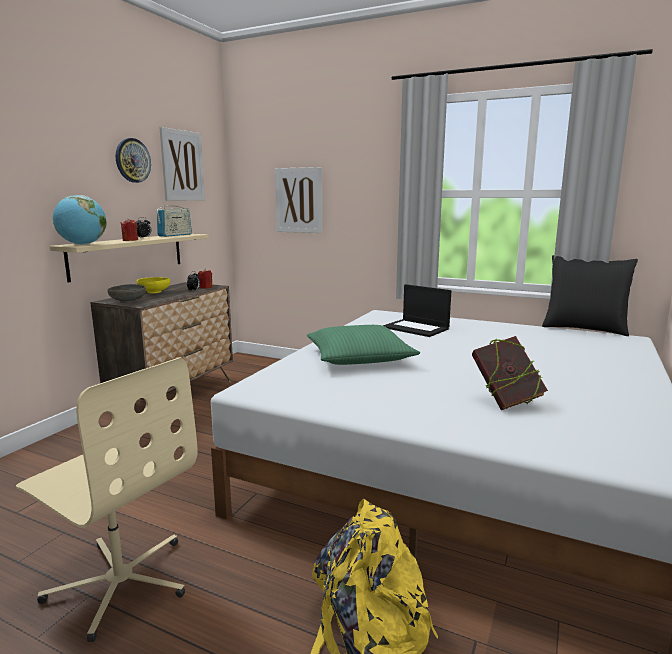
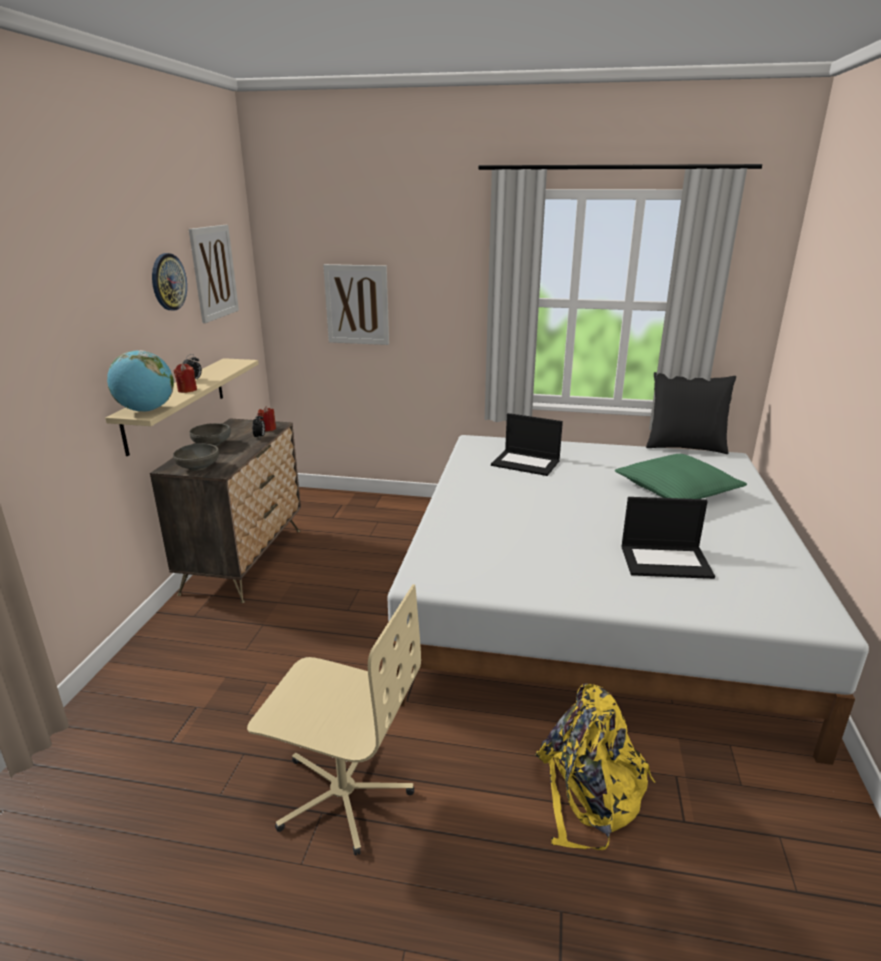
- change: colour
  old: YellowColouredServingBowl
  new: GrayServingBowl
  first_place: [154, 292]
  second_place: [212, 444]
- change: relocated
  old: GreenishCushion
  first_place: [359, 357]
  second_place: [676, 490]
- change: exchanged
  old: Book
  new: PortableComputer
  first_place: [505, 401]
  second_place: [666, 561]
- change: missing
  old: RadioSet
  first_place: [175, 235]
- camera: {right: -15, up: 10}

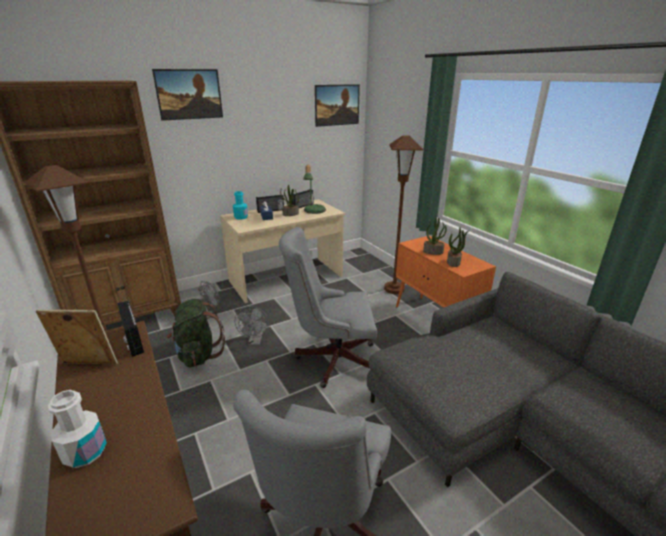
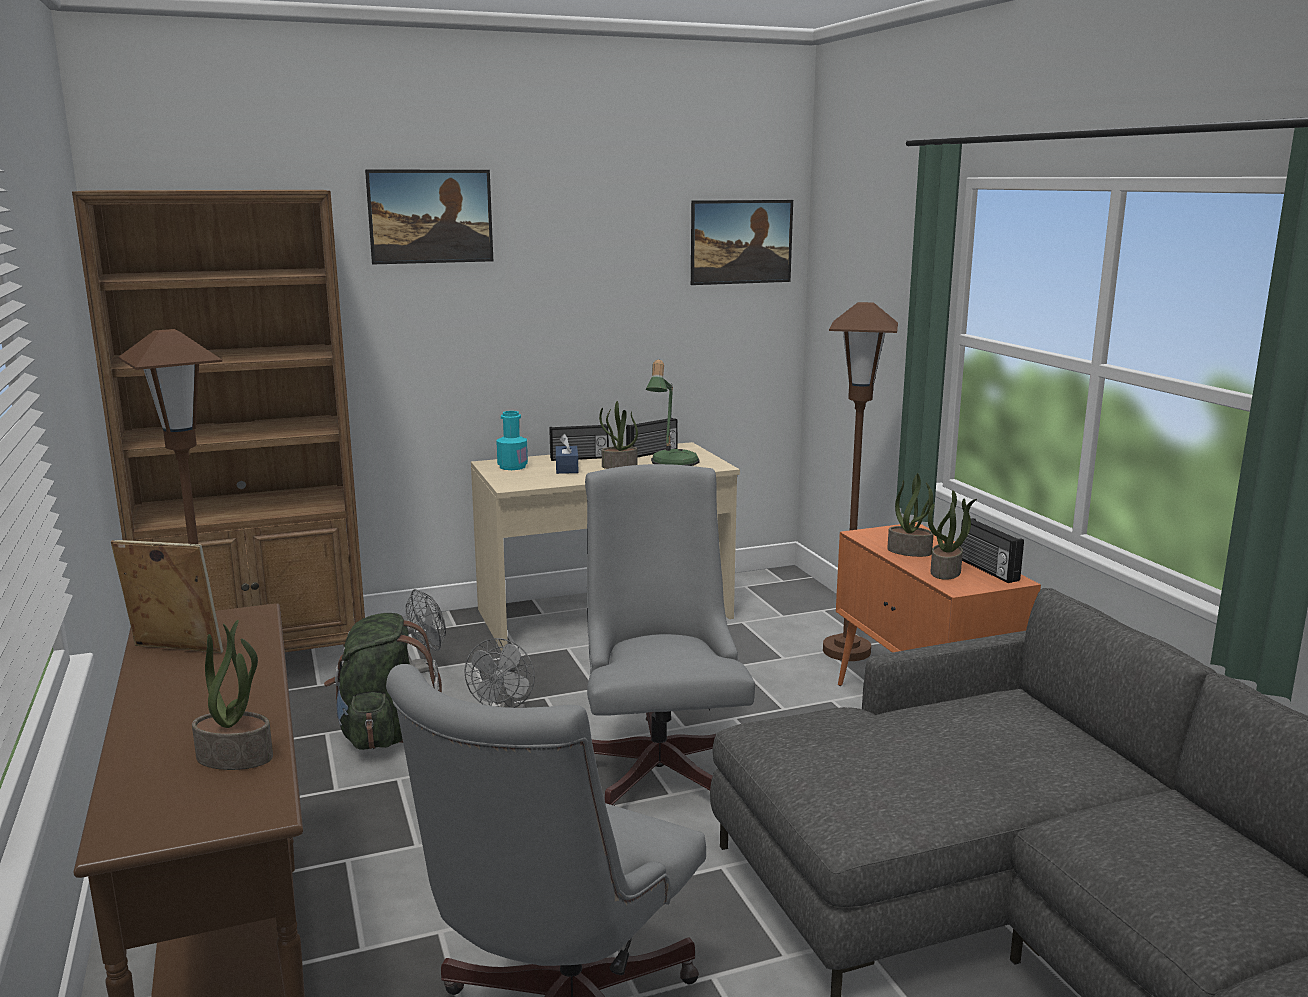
- change: appeared
  new: PlantInAPot
  second_place: [236, 756]
- change: spun
  old: GrayComputerChair
  first_place: [332, 359]
  second_place: [660, 766]
  degrees: 75
- change: relocated
  old: RadioSet
  first_place: [132, 340]
  second_place: [987, 570]
- change: missing
  old: WhitishDrinkBottle
  first_place: [85, 452]
- camera: {right: 10, up: -10}

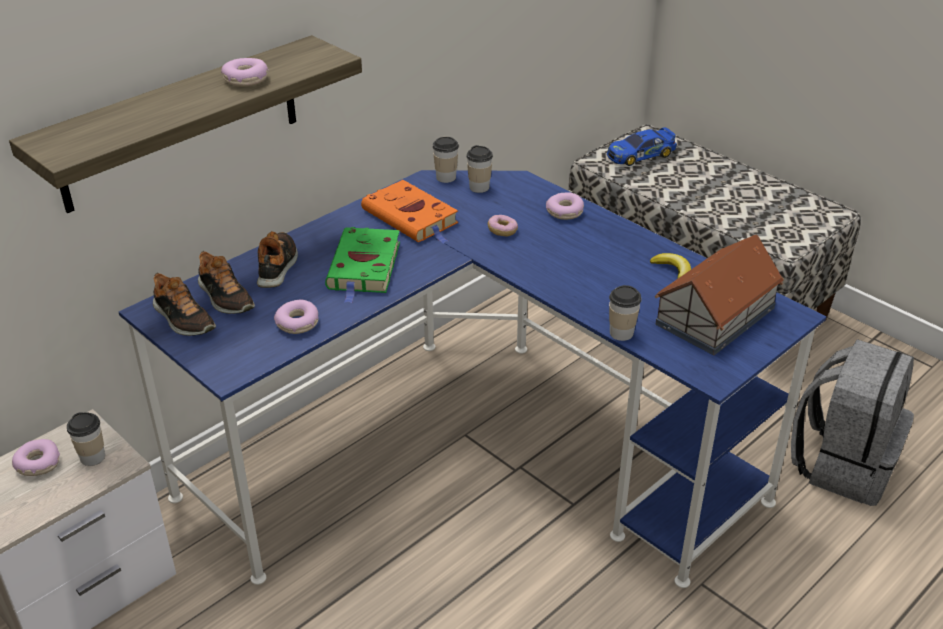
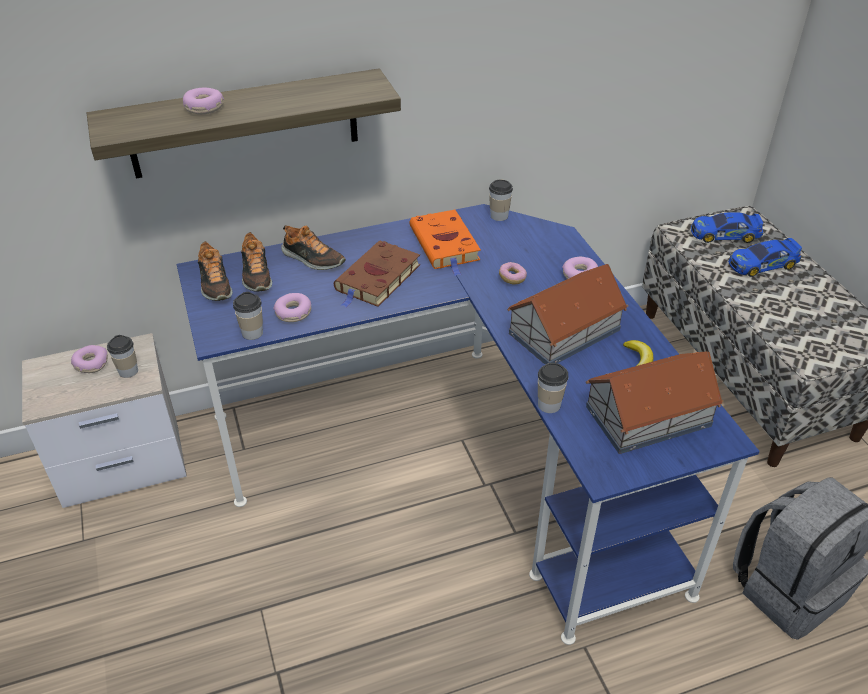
- change: relocated
  old: Donut
  first_place: [246, 80]
  second_place: [204, 108]
- change: relocated
  old: DrinkingCup
  first_place: [479, 187]
  second_place: [252, 333]
- change: spun
  old: Shoe
  first_place: [277, 266]
  second_place: [312, 259]
  degrees: 90
- change: colour
  old: GreenishBook
  new: BrownColouredBook
  first_place: [364, 267]
  second_place: [377, 279]
- change: appeared
  new: MiniatureHouse
  second_place: [563, 331]
- change: appeared
  new: ModelCar
  second_place: [762, 264]
- camera: {right: 25, up: 5}

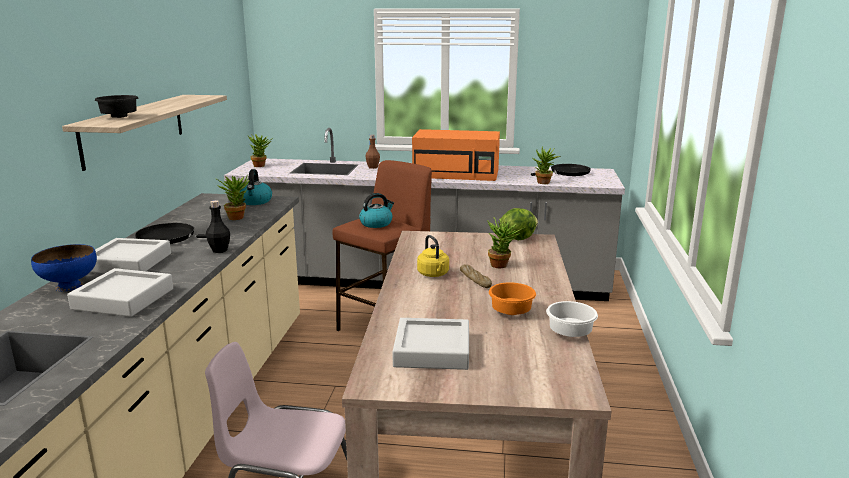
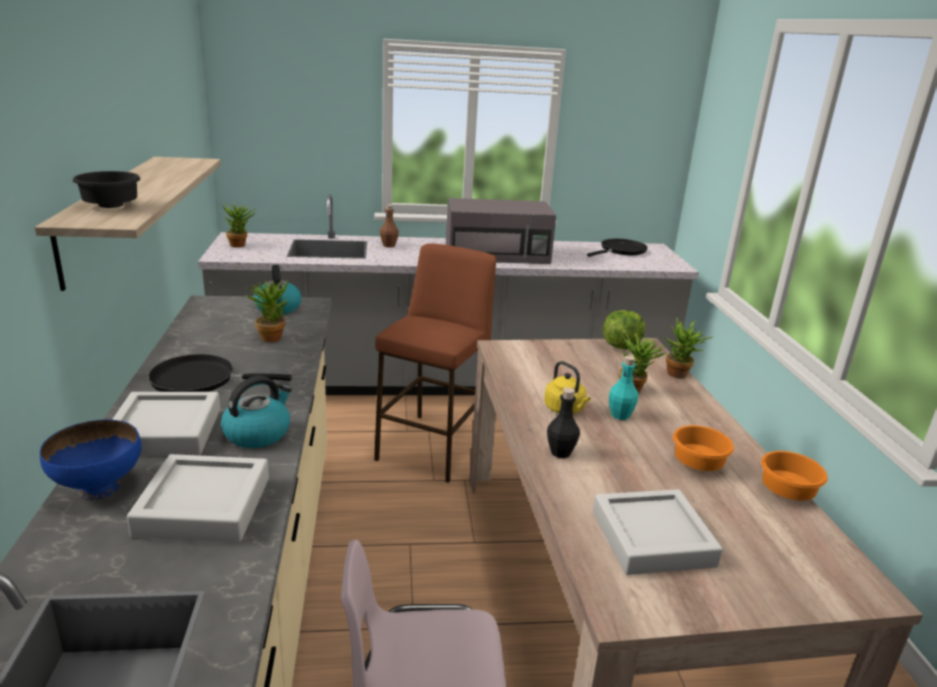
- change: relocated
  old: Kettle
  first_place: [376, 223]
  second_place: [258, 433]
- change: colour
  old: OrangeColouredMicrowaveOven
  new: GrayMicrowaveOven
  first_place: [457, 173]
  second_place: [498, 253]
- change: relocated
  old: BlackishDrinkBottle
  first_place: [219, 250]
  second_place: [560, 452]
- change: exchanged
  old: BakeryBread
  new: BlueGreenDrinkBottle
  first_place: [475, 280]
  second_place: [620, 415]
- change: relocated
  old: PlantInAPot
  first_place: [544, 183]
  second_place: [679, 376]
- change: colour
  old: WhitishServingBowl
  new: OrangeColouredServingBowl
  first_place: [571, 334]
  second_place: [788, 493]
- camera: {right: -15, up: 5}

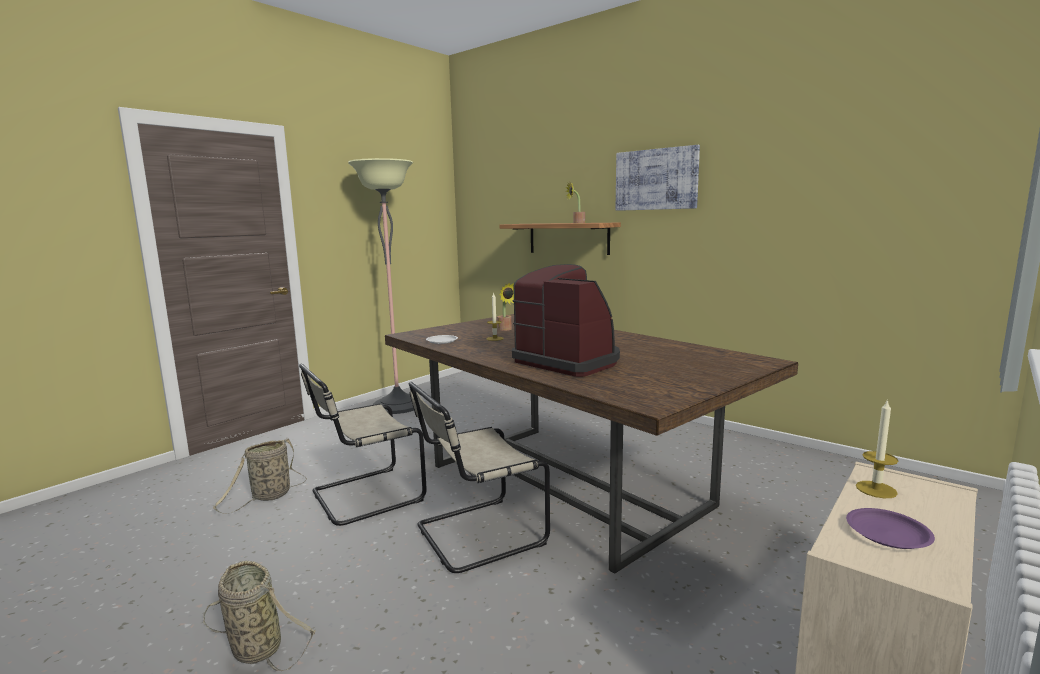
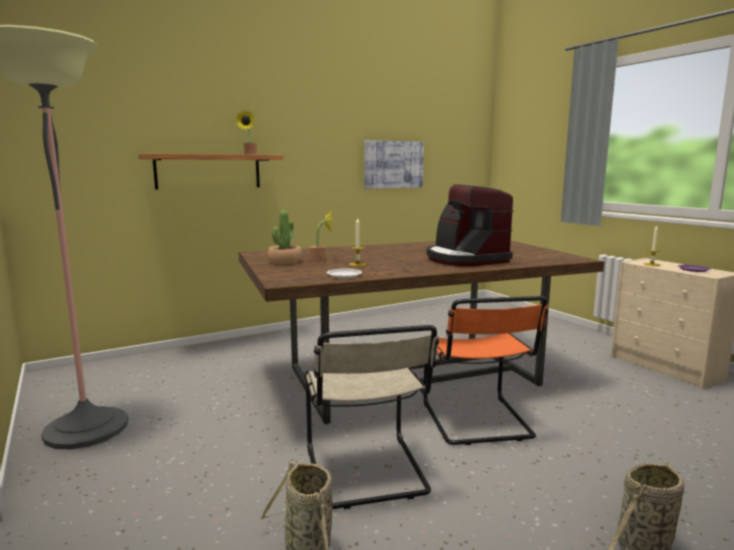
- change: appeared
  new: PlantInAPot
  second_place: [285, 262]
- change: relocated
  old: WallArt
  first_place: [656, 179]
  second_place: [393, 164]
- change: colour
  old: BeigeColouredChair
  new: OrangeColouredChair
  first_place: [475, 535]
  second_place: [478, 422]
- change: spun
  old: CoffeeMachine
  first_place: [568, 361]
  second_place: [465, 259]
  degrees: -90
- camera: {right: -70, up: 0}

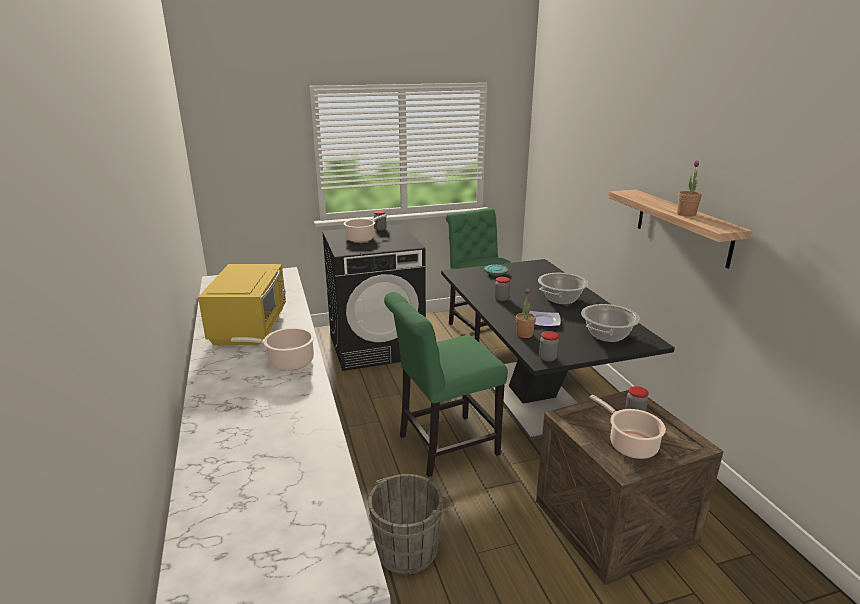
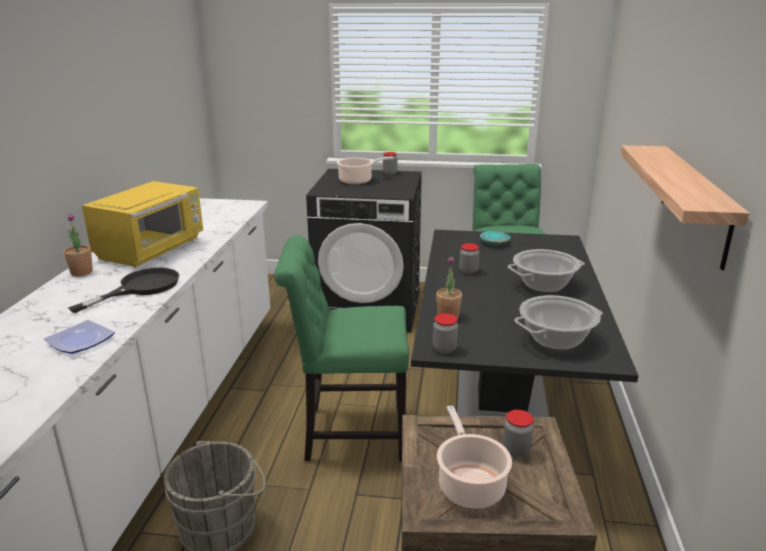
- change: relocated
  old: Plate
  first_place: [543, 321]
  second_place: [79, 341]
- change: relocated
  old: PlantInAPot
  first_place: [686, 214]
  second_place: [81, 272]
- change: exchanged
  old: Saucepot
  new: BlackishFryingPan
  first_place: [287, 362]
  second_place: [140, 288]
- camera: {right: 25, up: 0}

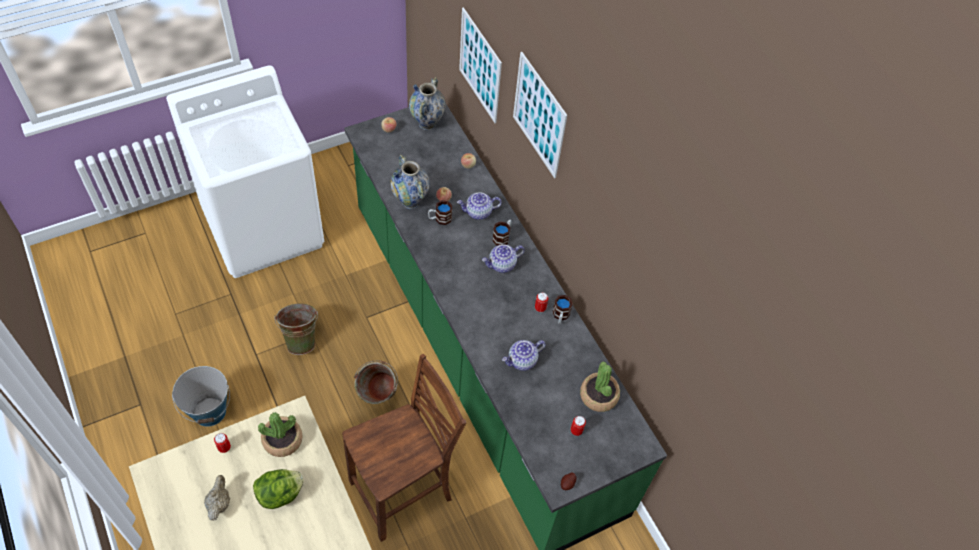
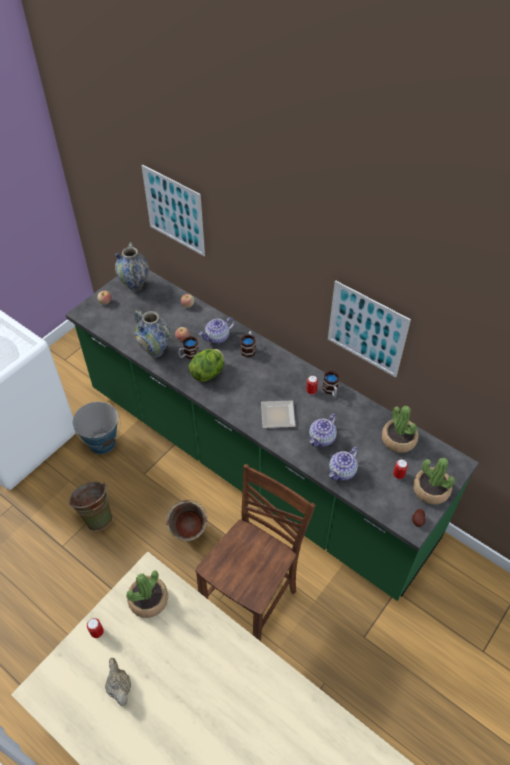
- change: relocated
  old: Pail
  first_place: [210, 411]
  second_place: [102, 442]
- change: relocated
  old: Lettuce
  first_place: [280, 494]
  second_place: [208, 373]
- change: appeared
  new: Plate
  second_place: [276, 416]
- change: relocated
  old: WallArt
  first_place: [539, 115]
  second_place: [366, 329]
- change: relocated
  old: TeaPot
  first_place: [502, 265]
  second_place: [342, 472]
- change: appeared
  new: PlantInAPot
  second_place: [430, 490]
- camera: {right: -20, up: -5}

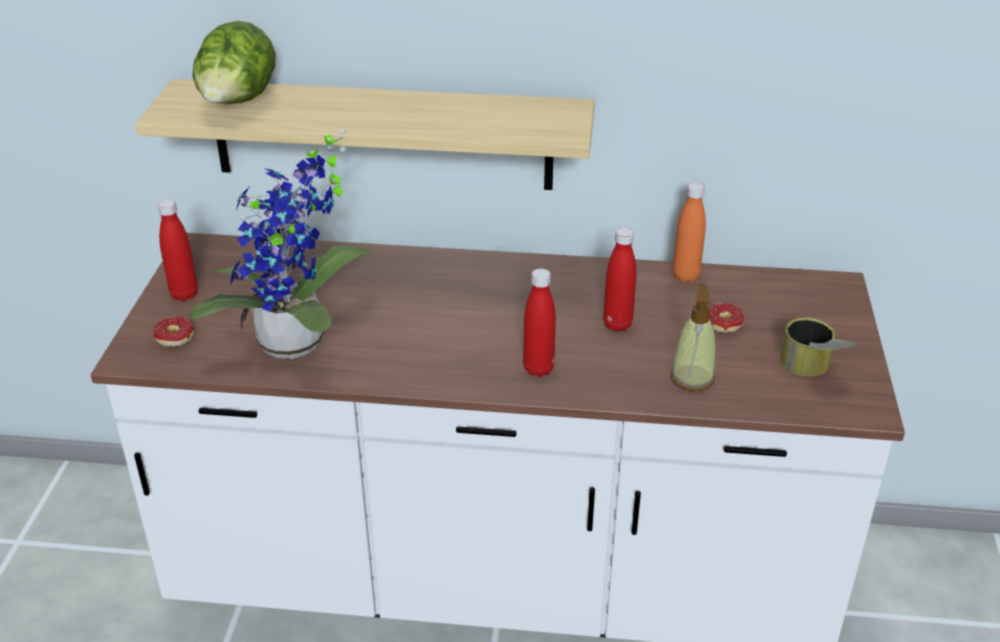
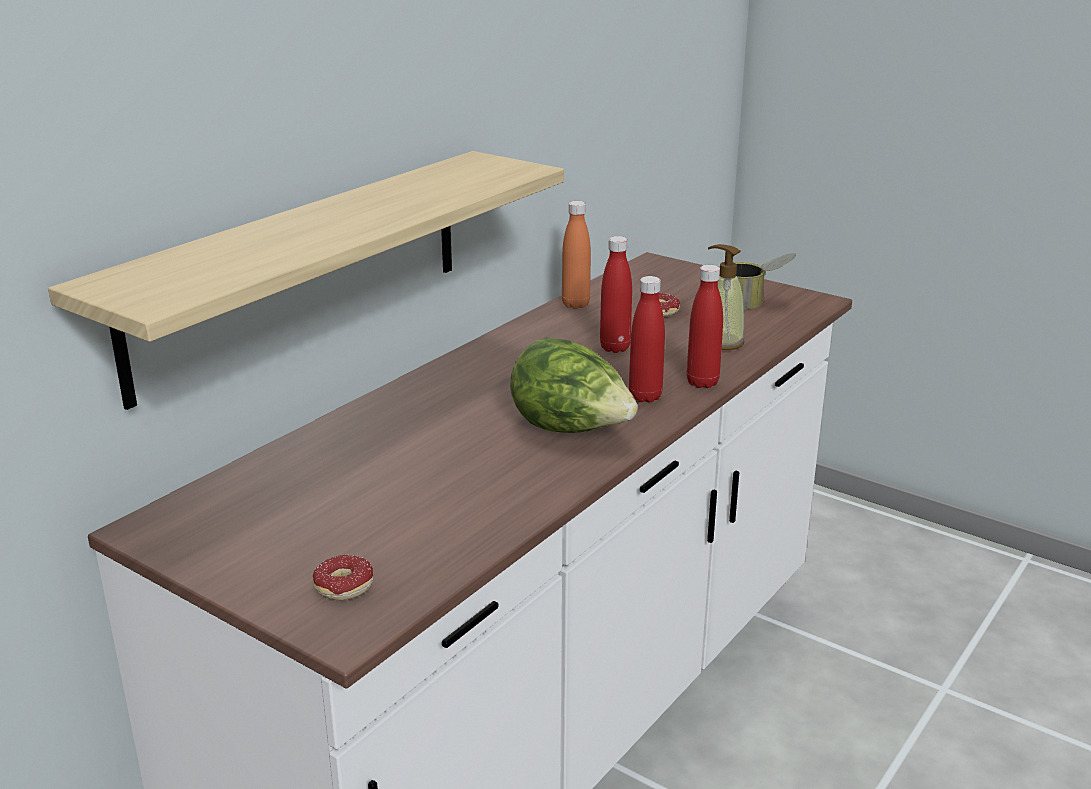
- change: relocated
  old: Lettuce
  first_place: [238, 104]
  second_place: [571, 430]
- change: relocated
  old: RedDrinkBottle
  first_place: [184, 294]
  second_place: [702, 382]
- change: missing
  old: PlantInAPot
  first_place: [298, 346]
- camera: {right: -60, up: -10}

